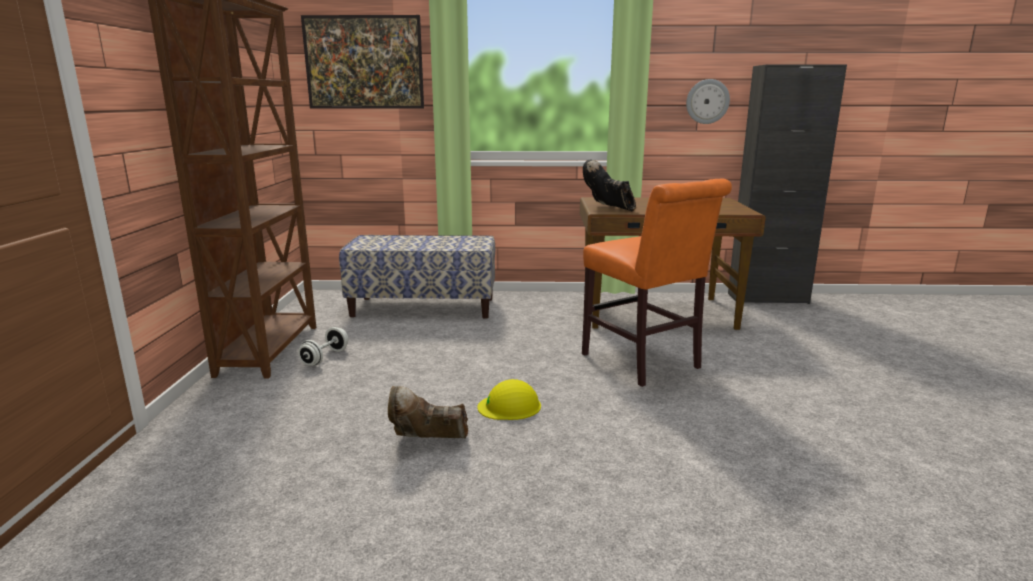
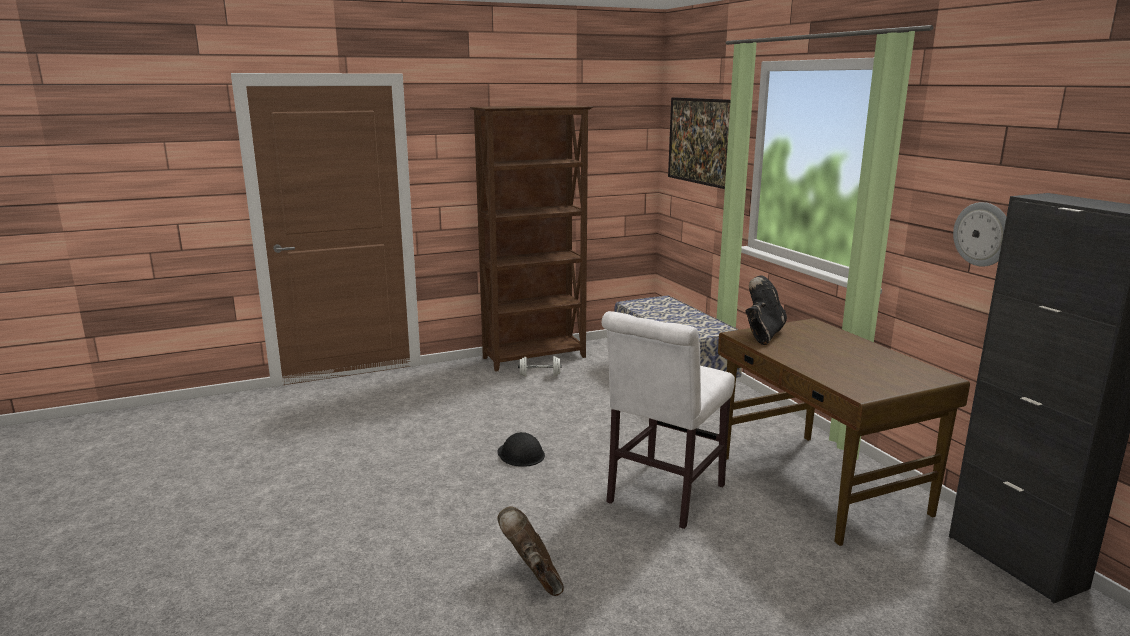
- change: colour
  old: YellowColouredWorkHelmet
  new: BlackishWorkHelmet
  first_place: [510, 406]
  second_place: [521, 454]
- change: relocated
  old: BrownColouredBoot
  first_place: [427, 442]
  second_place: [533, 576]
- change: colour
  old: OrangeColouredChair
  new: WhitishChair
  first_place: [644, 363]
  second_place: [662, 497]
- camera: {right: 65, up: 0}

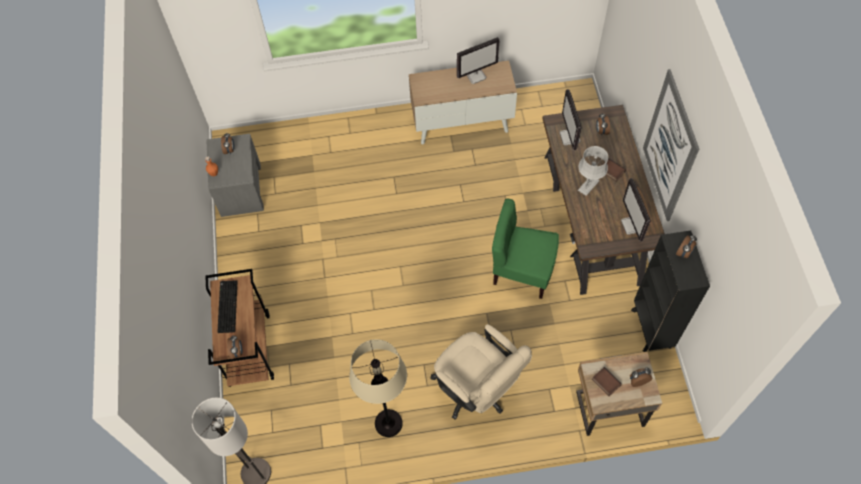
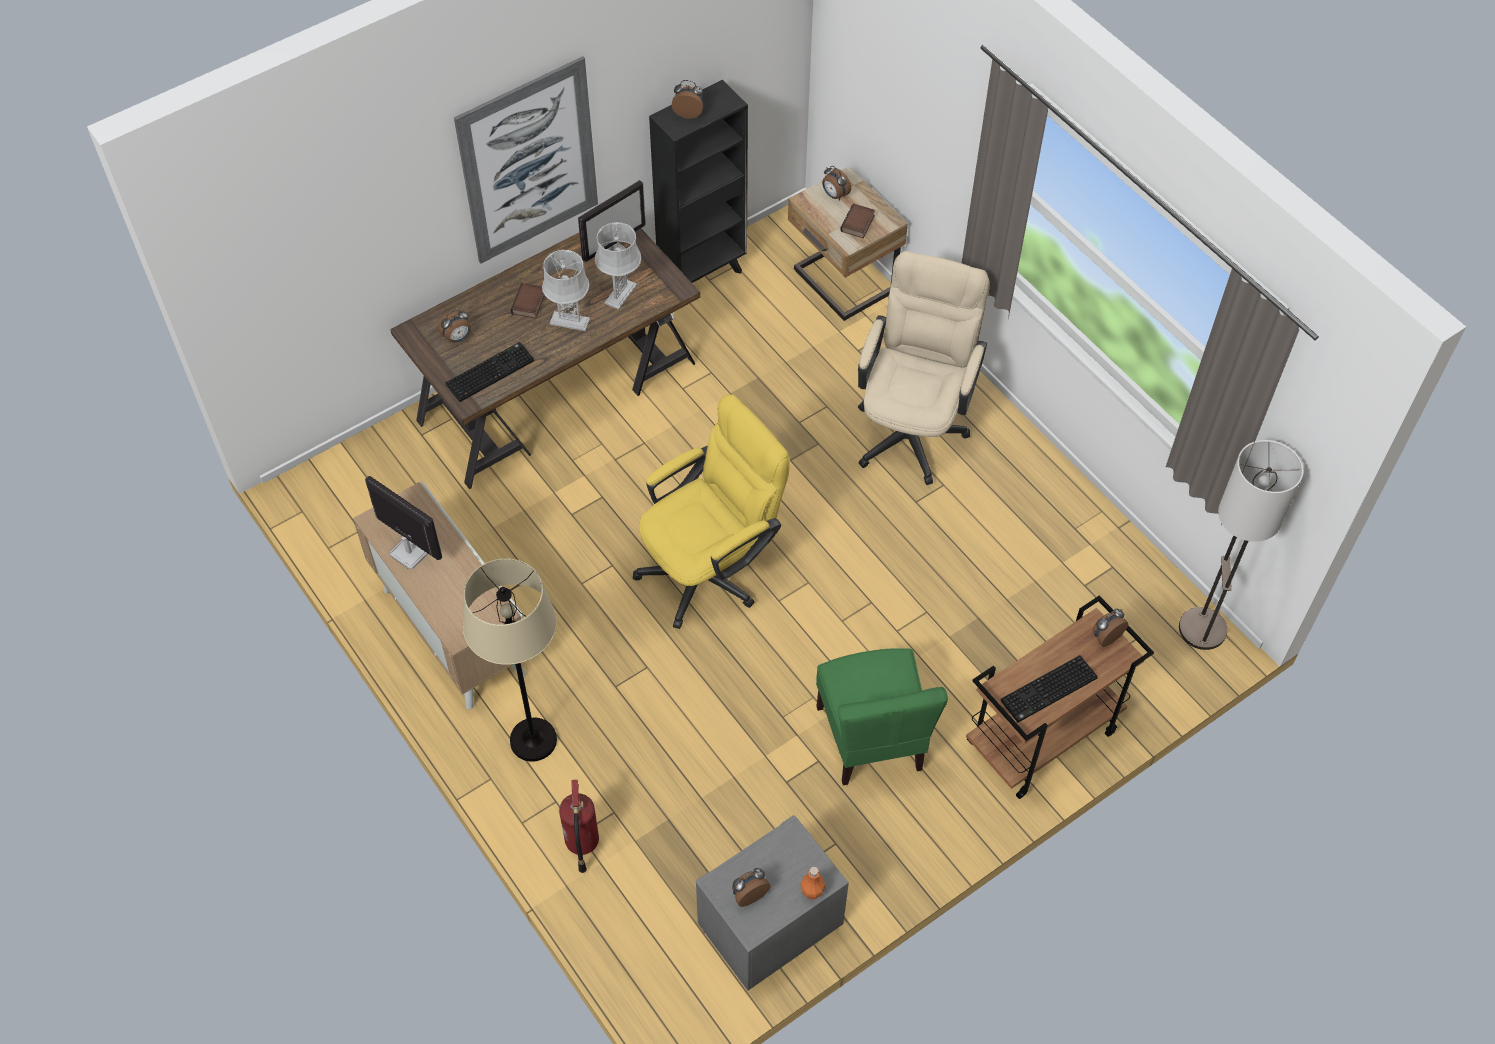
- change: exchanged
  old: ComputerScreen
  new: Keyboard
  first_place: [570, 137]
  second_place: [490, 371]
- change: relocated
  old: BeigeColouredFloorLamp
  first_place: [388, 423]
  second_place: [534, 740]
- change: appeared
  new: Extinguisher
  second_place: [581, 844]
- change: appeared
  new: GrayTableLamp
  second_place: [620, 294]
- change: appeared
  new: YellowColouredComputerChair
  second_place: [711, 568]
- change: relocated
  old: GreenishChair
  first_place: [522, 271]
  second_place: [871, 738]
- camera: {right: -120, up: -5}

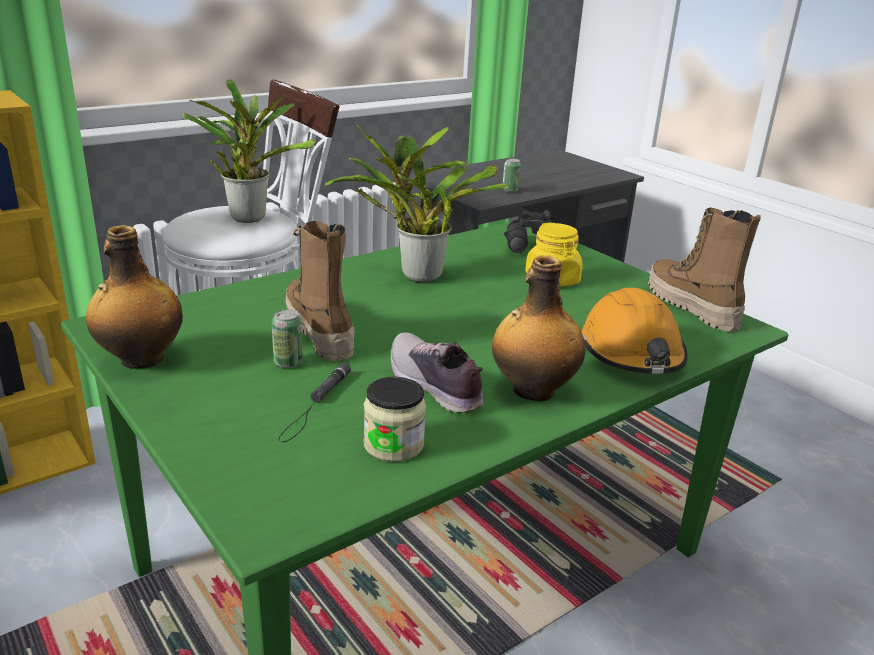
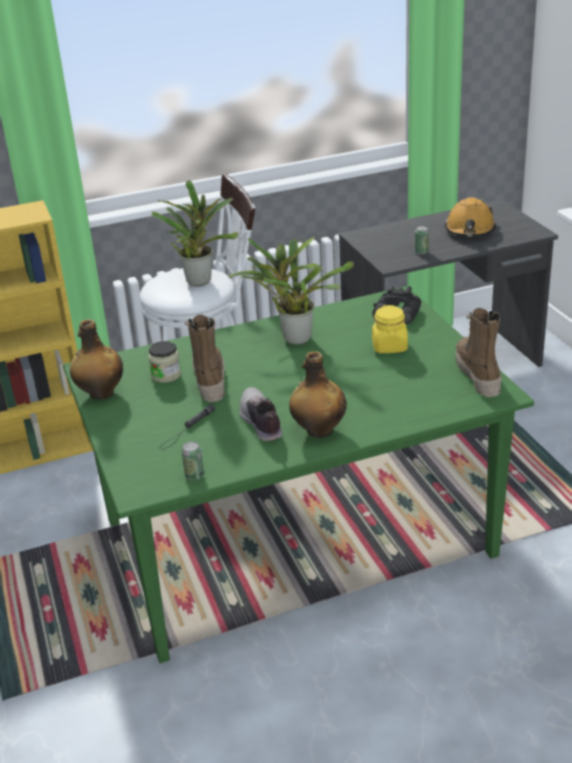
- change: relocated
  old: Jar
  first_place: [393, 445]
  second_place: [166, 375]
- change: relocated
  old: SealedCan
  first_place: [288, 362]
  second_place: [194, 476]
- change: relocated
  old: OrangeColouredWorkHelmet
  first_place: [631, 353]
  second_place: [470, 230]
- camera: {right: 20, up: 5}

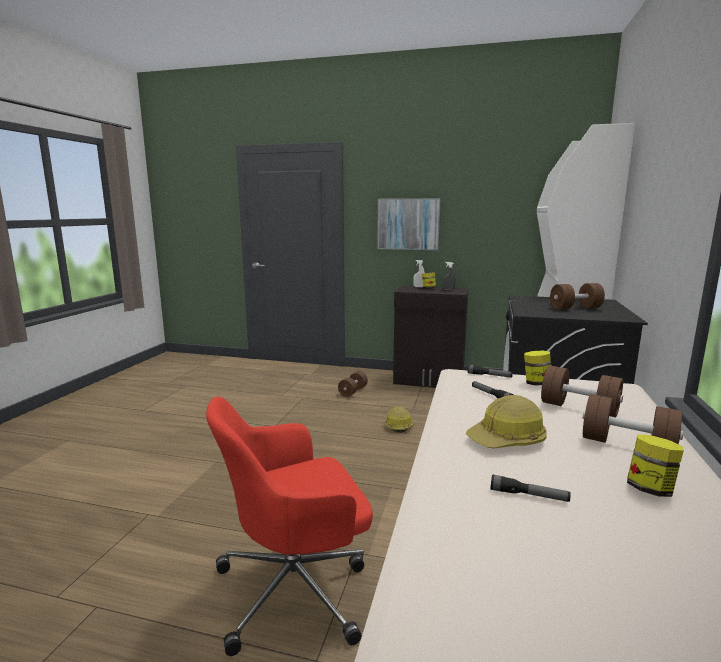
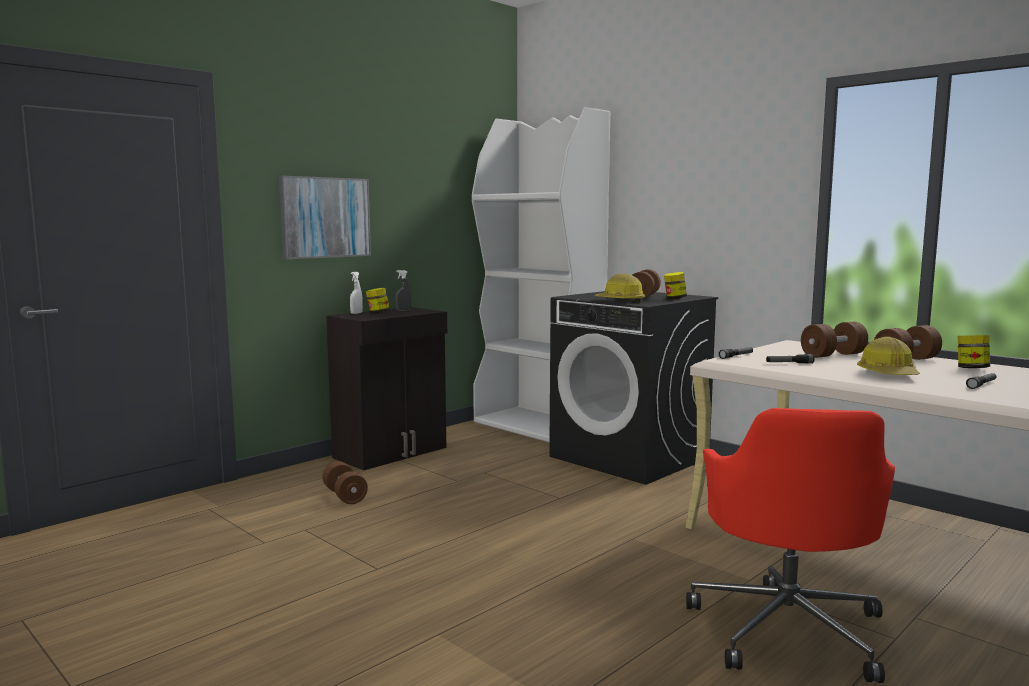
- change: relocated
  old: WorkHelmet
  first_place: [398, 425]
  second_place: [620, 301]
- change: relocated
  old: Jar
  first_place: [536, 383]
  second_place: [674, 299]
- camera: {right: -60, up: -5}

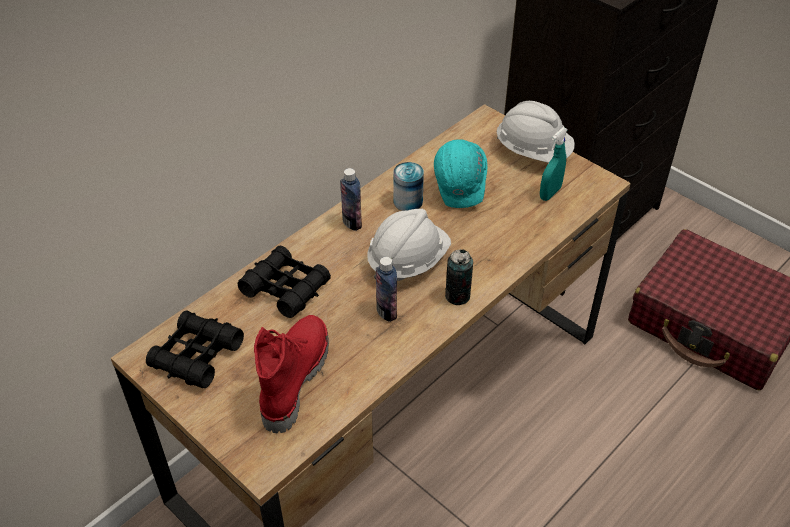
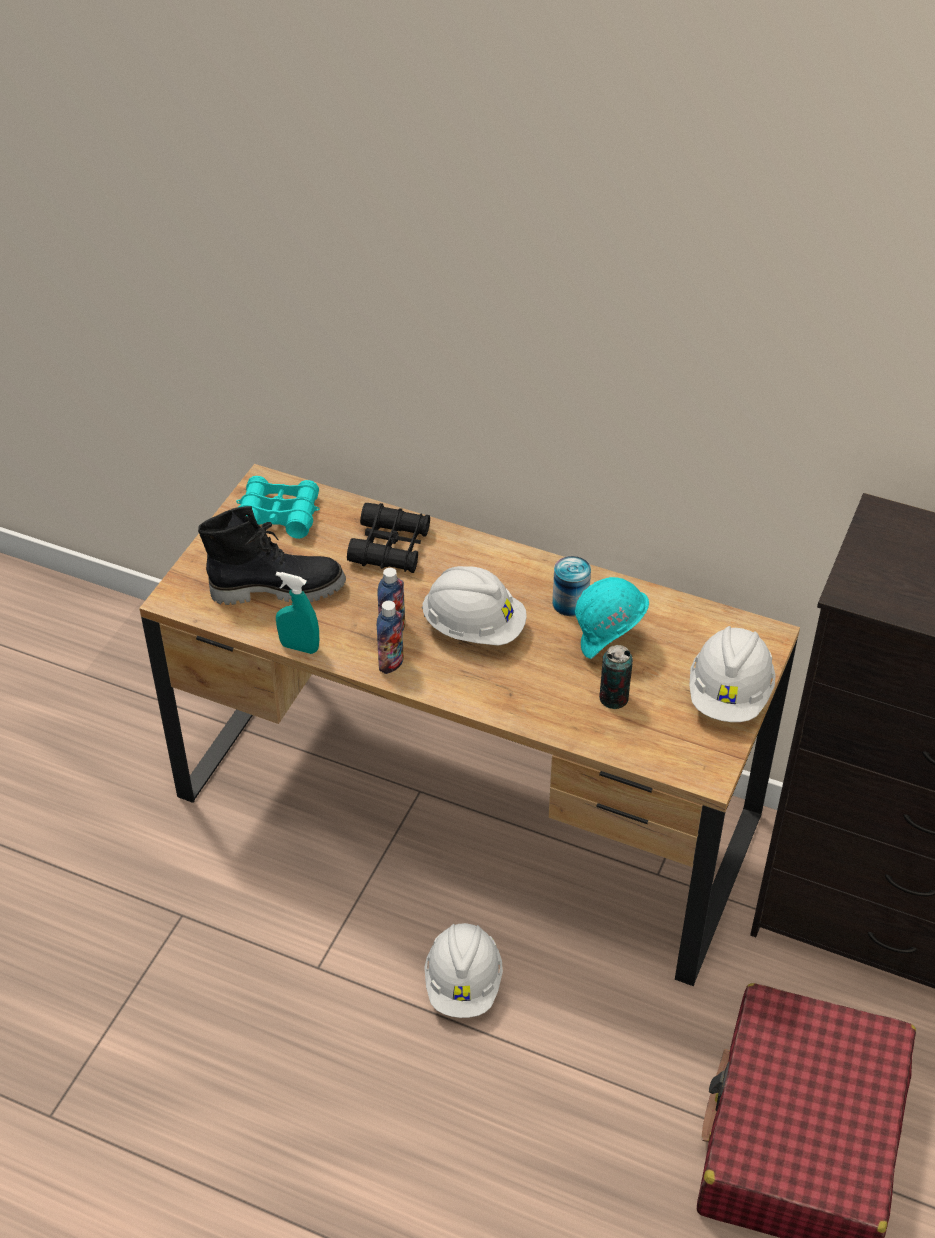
- change: colour
  old: RedBoot
  new: BlackishBoot
  first_place: [293, 378]
  second_place: [278, 588]
- change: colour
  old: BlackishFieldGlasses
  new: BlueGreenFieldGlasses
  first_place: [196, 356]
  second_place: [278, 515]
- change: relocated
  old: BlueGreenSprayer
  first_place: [550, 193]
  second_place: [299, 647]
- change: relocated
  old: DrinkBottle
  first_place: [352, 222]
  second_place: [391, 663]
- change: appeared
  new: WhitishWorkHelmet
  second_place: [463, 983]
- change: relocated
  old: SealedCan
  first_place: [457, 296]
  second_place: [613, 698]
- camera: {right: 70, up: 0}

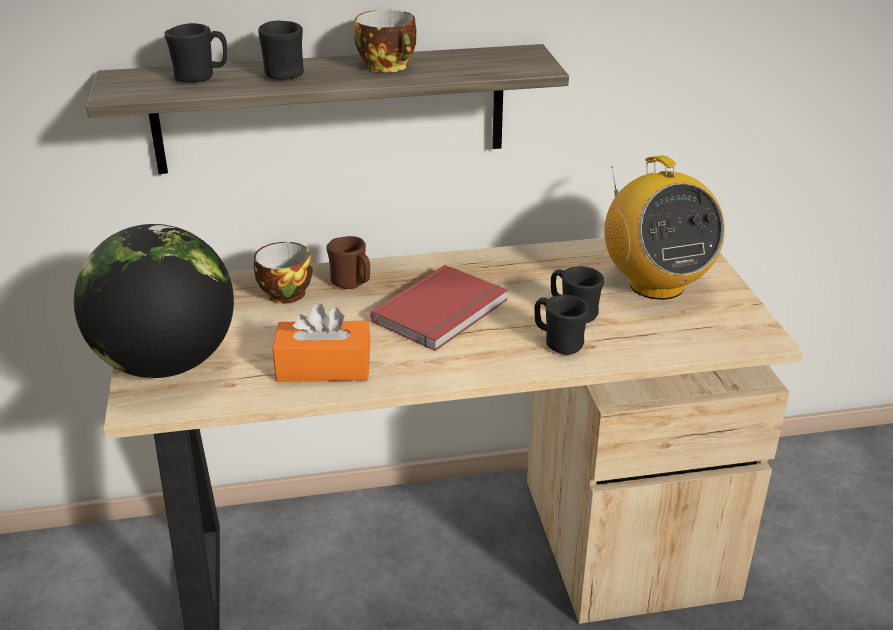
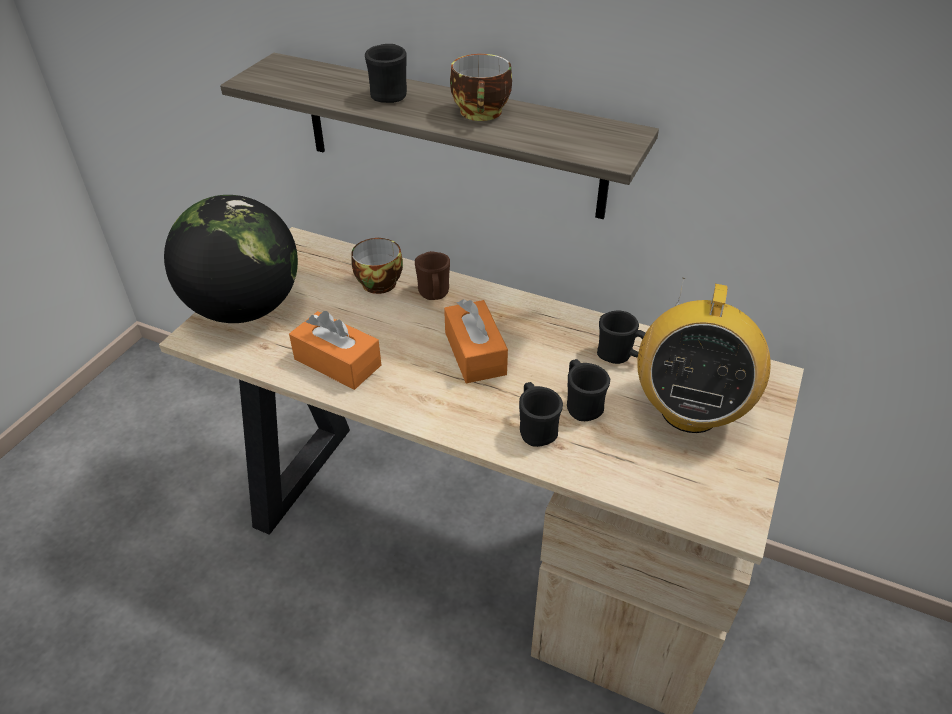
- change: exchanged
  old: RedBook
  new: OrangeColouredTissueBox
  first_place: [443, 312]
  second_place: [475, 353]
- change: relocated
  old: BlackishTeaMug
  first_place: [200, 77]
  second_place: [619, 356]
- camera: {right: 35, up: 10}

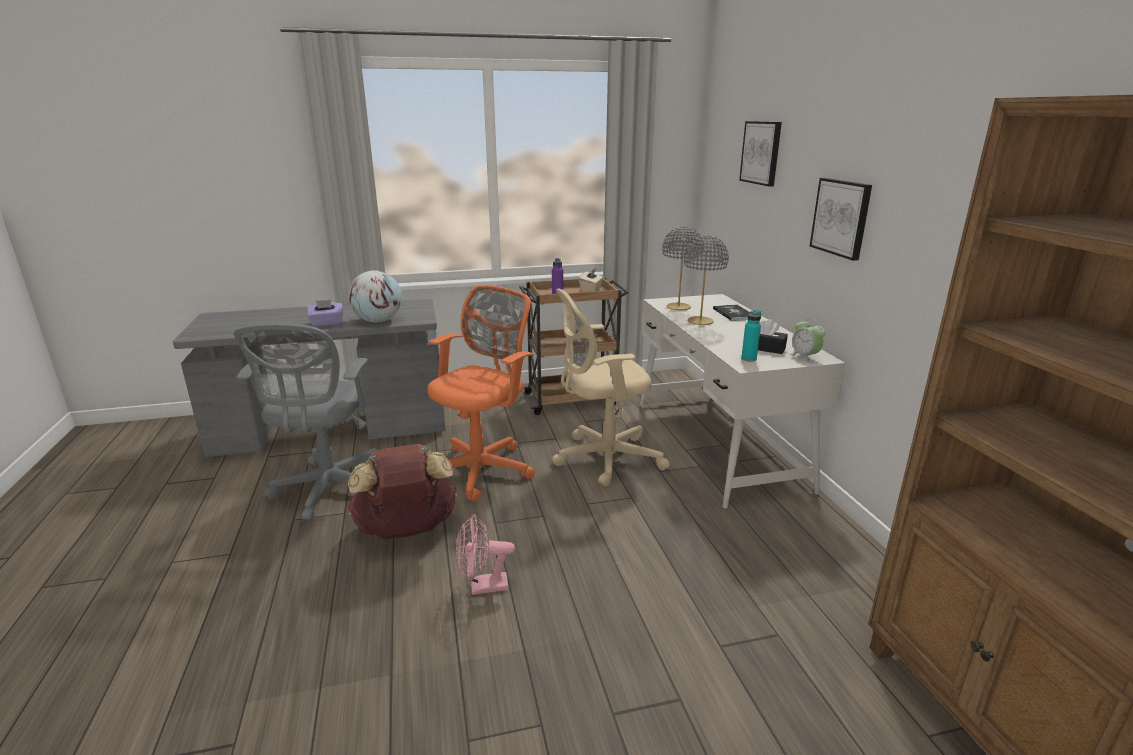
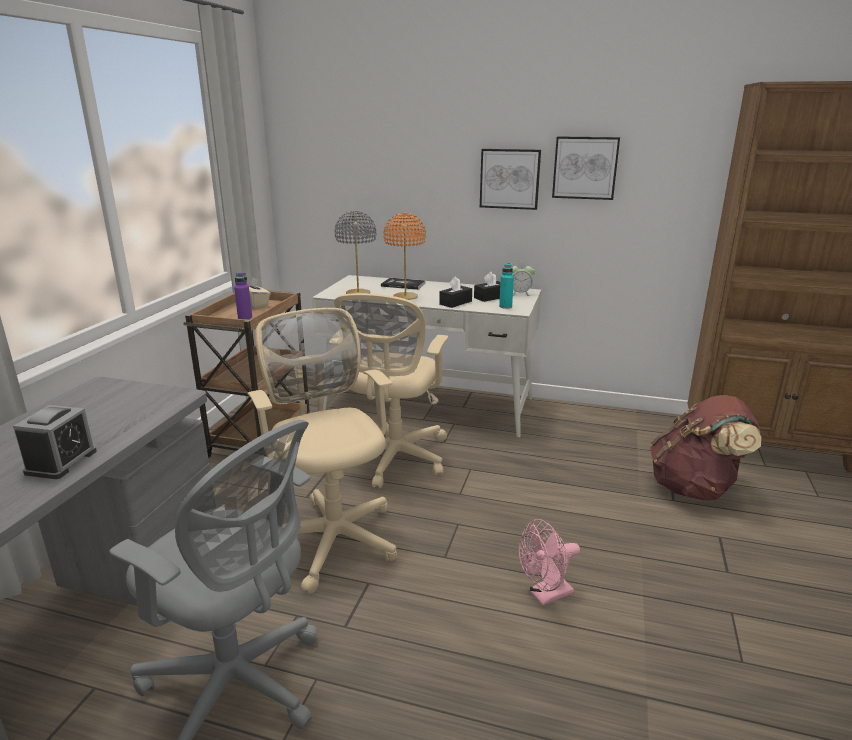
- change: exchanged
  old: PurpleColouredTissueBox
  new: AlarmClock
  first_place: [327, 324]
  second_place: [61, 462]
- change: colour
  old: OrangeColouredComputerChair
  new: BeigeColouredComputerChair
  first_place: [482, 469]
  second_place: [333, 535]
- change: colour
  old: GrayTableLamp
  new: OrangeColouredTableLamp
  first_place: [700, 322]
  second_place: [405, 297]
- change: appeared
  new: BlackishTissueBox
  second_place: [455, 303]
- change: spun
  old: PinkishCoolingFan
  first_place: [482, 587]
  second_place: [545, 595]
  degrees: 45
- change: relocated
  old: WallArt
  first_place: [761, 153]
  second_place: [585, 168]
- change: relocated
  old: BrownColouredBackpack
  first_place: [407, 531]
  second_place: [695, 488]
- change: missing
  old: Globe
  first_place: [378, 321]
- camera: {right: -60, up: 0}

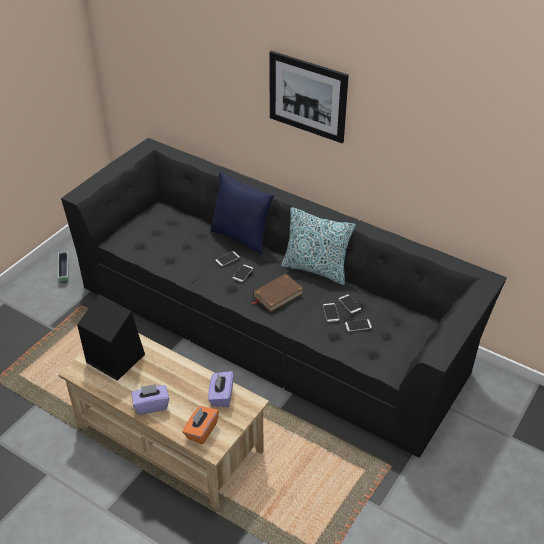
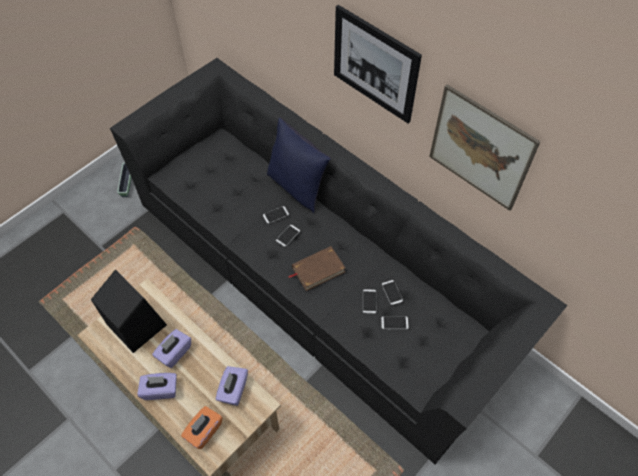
- change: appeared
  new: PurpleColouredTissueBox
  second_place: [174, 352]
- change: appeared
  new: WallArt
  second_place: [480, 148]
- change: missing
  old: Cushion
  first_place: [316, 269]
- camera: {right: 10, up: 15}

